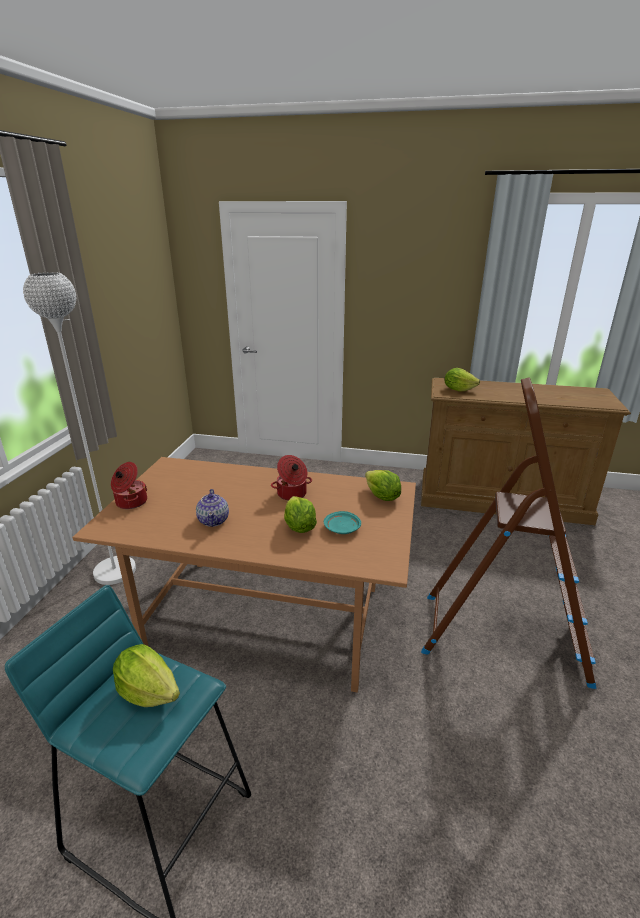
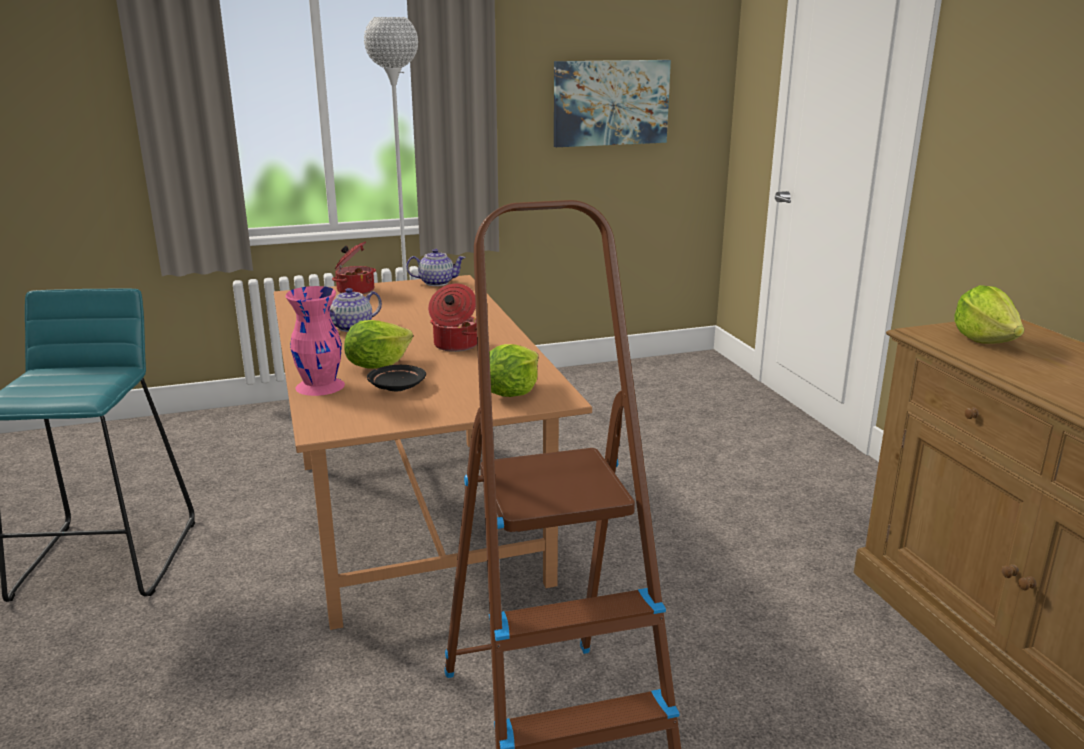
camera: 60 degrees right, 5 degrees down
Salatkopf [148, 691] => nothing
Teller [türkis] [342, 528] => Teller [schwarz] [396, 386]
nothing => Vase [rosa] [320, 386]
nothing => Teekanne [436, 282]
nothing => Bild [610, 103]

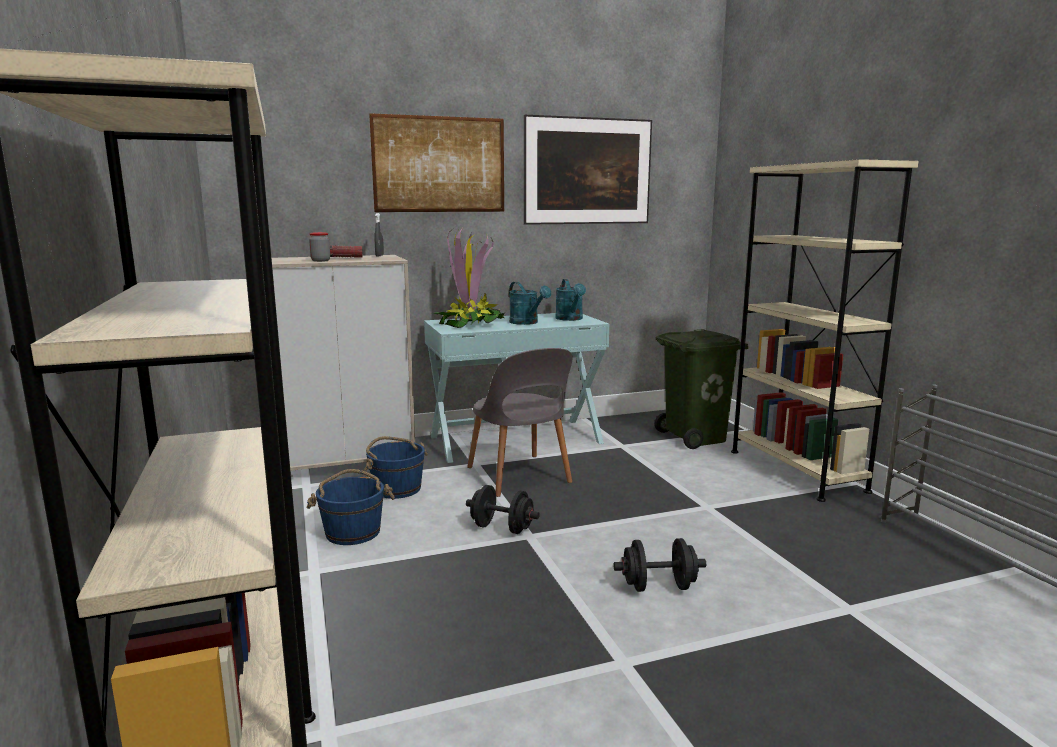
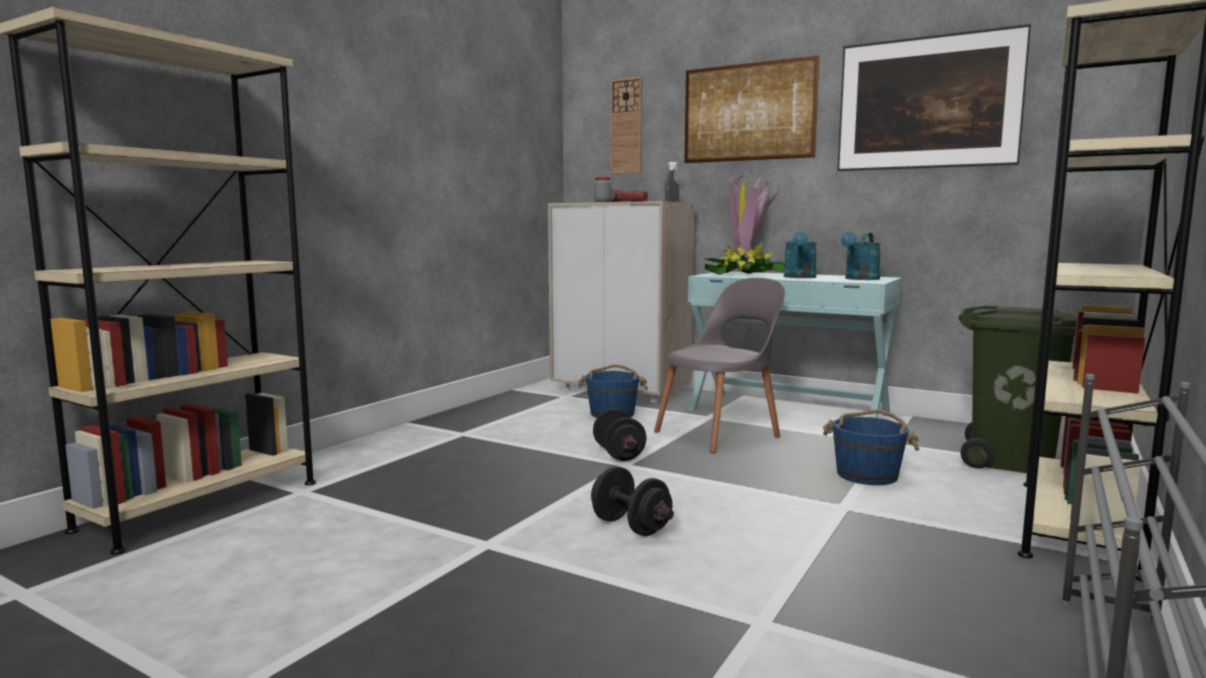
camera: 50 degrees right, 5 degrees down
Eimer [blau] [353, 532] => Eimer [blau] [867, 475], relocated
Stuhl [grau] [519, 477] => Stuhl [grau] [720, 433], 150 degrees counterclockwise
nothing => Wanduhr [626, 126]

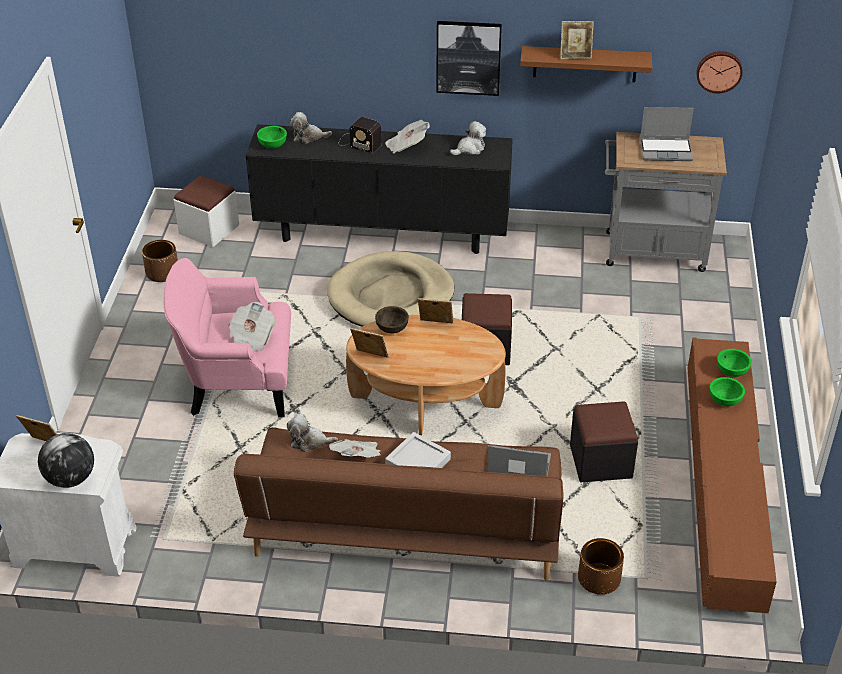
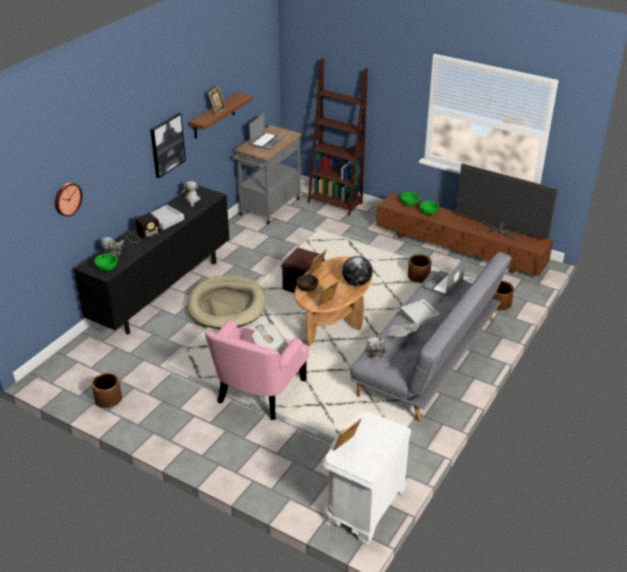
camera: 65 degrees left, 5 degrees down
Globus [70, 479] => Globus [357, 283], relocated
Polsterhocker [weiß] [209, 229] => nothing
Sofa [braun] [406, 527] => Sofa [grau] [429, 356]
Zeitung [406, 146] => Tablett [grau] [165, 220]
Polsterhocker [schwarz] [600, 461] => Pflanzkübel [braun] [418, 277]
Wanduhr [719, 71] => Wanduhr [67, 199], relocated
nothing => Bücherregal [braun] [335, 203]
nothing => Fernseher [500, 231]

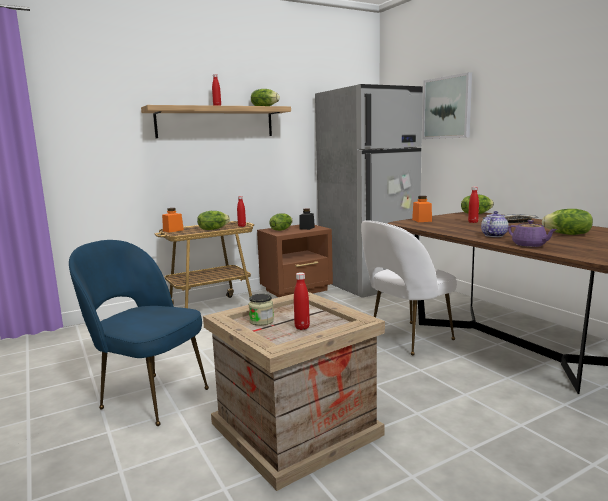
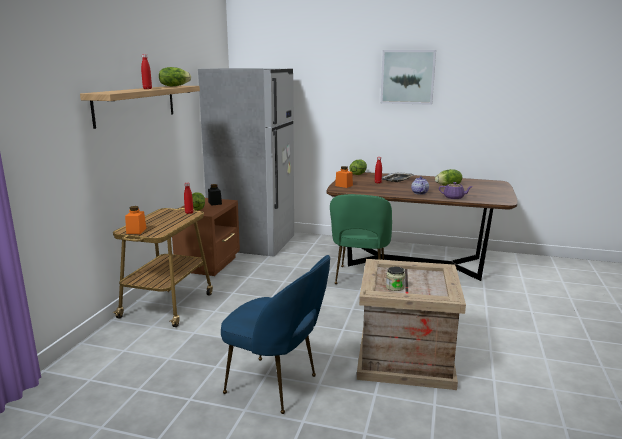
camera: 45 degrees left, 5 degrees up
Stuhl [blau] [149, 396] => Stuhl [blau] [277, 387], 135 degrees counterclockwise
Salatkopf [213, 229] => nothing
Flasche [rot] [302, 327] => nothing
Stuhl [weiß] [406, 339] => Stuhl [grün] [359, 279]
Bild [447, 107] => Bild [407, 77], relocated

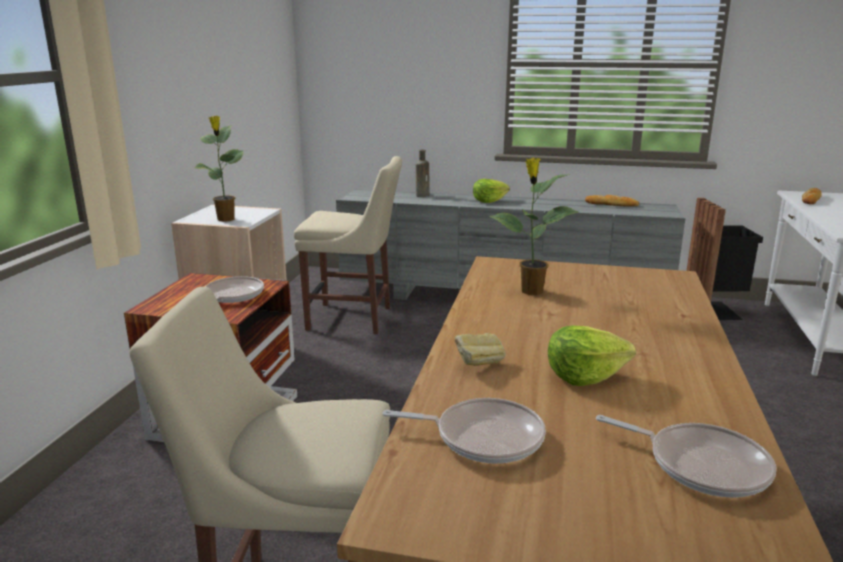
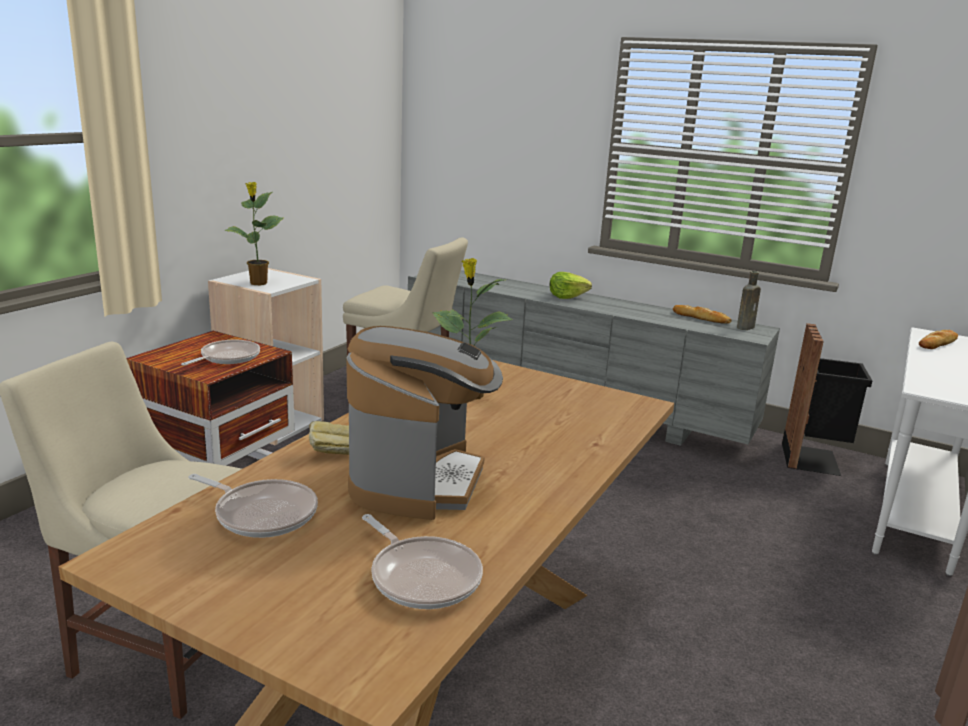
camera: 15 degrees right, 0 degrees up
Flasche [braun] [423, 195] => Flasche [braun] [746, 327], relocated
Salatkopf [584, 375] => Kaffeemaschine [419, 481]

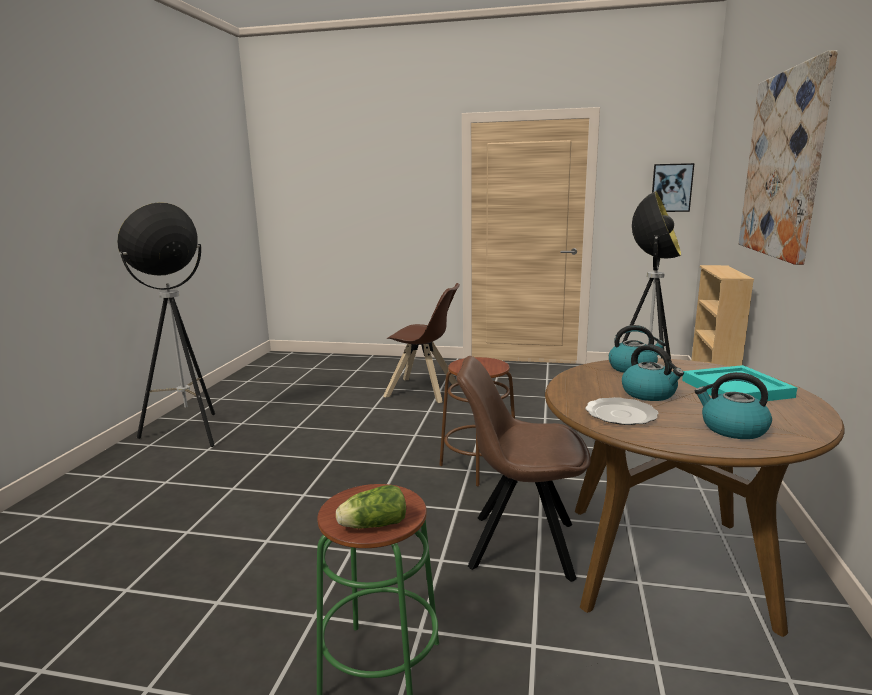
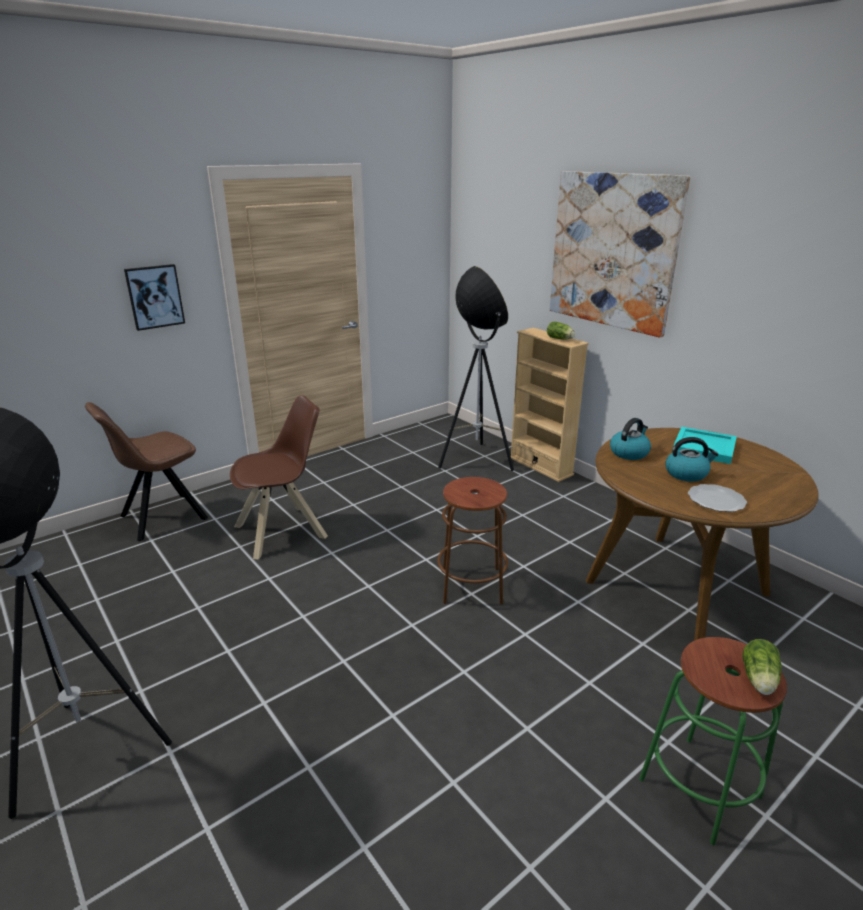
camera: 50 degrees left, 10 degrees up
Stuhl [braun] [521, 546] => Stuhl [braun] [163, 517], relocated
Bild [671, 188] => Bild [155, 296], relocated
Wasserkessel [732, 429] => nothing
nothing => Salatkopf [560, 339]

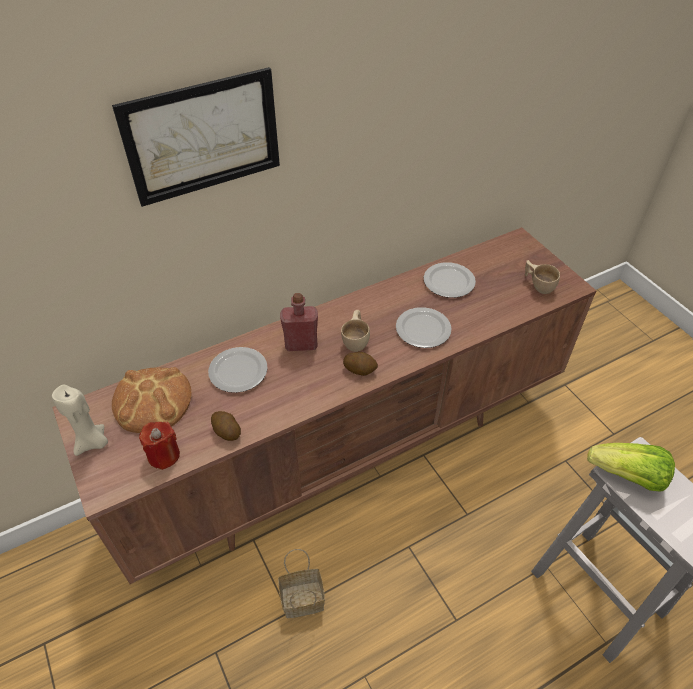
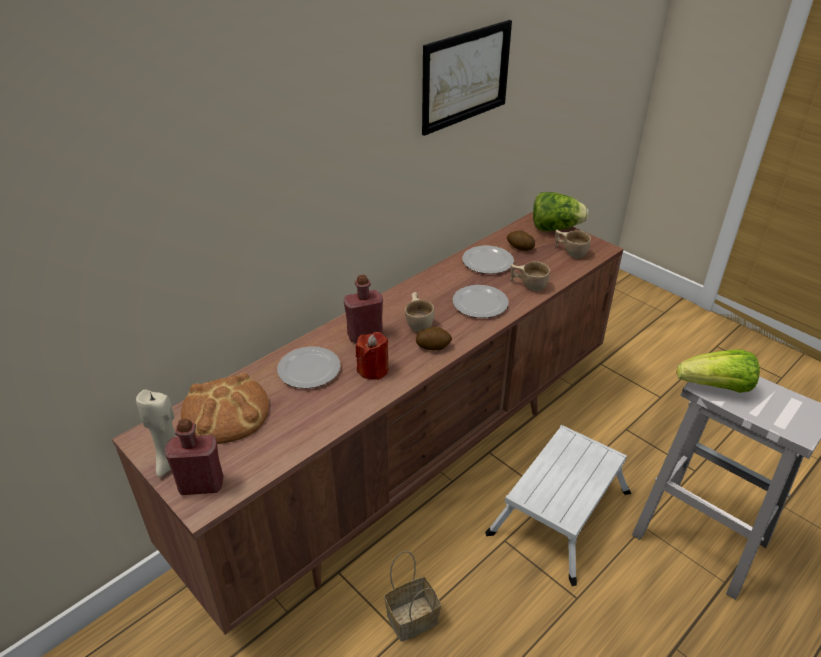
camera: 15 degrees left, 10 degrees down
Bild [203, 137] => Bild [466, 76], relocated
Kerze [rot] [164, 455] => Kerze [rot] [373, 370], relocated
Kartoffel [226, 431] => Kartoffel [519, 248], relocated
nothing => Flasche [rot] [201, 485]
nothing => Trittleiter [weiß] [560, 512]
nothing => Tasse [beige] [528, 285]
nothing => Salatkopf [555, 228]

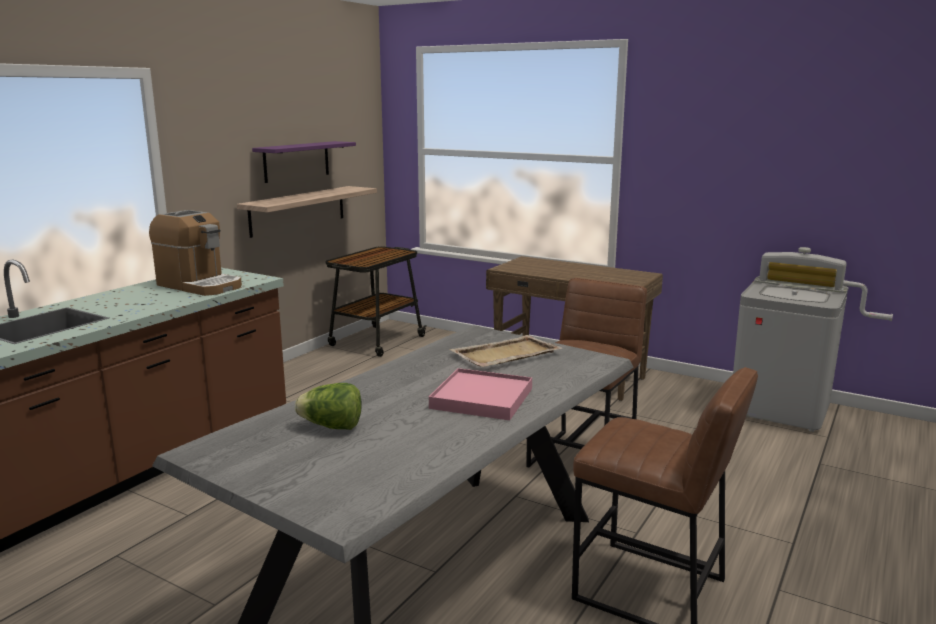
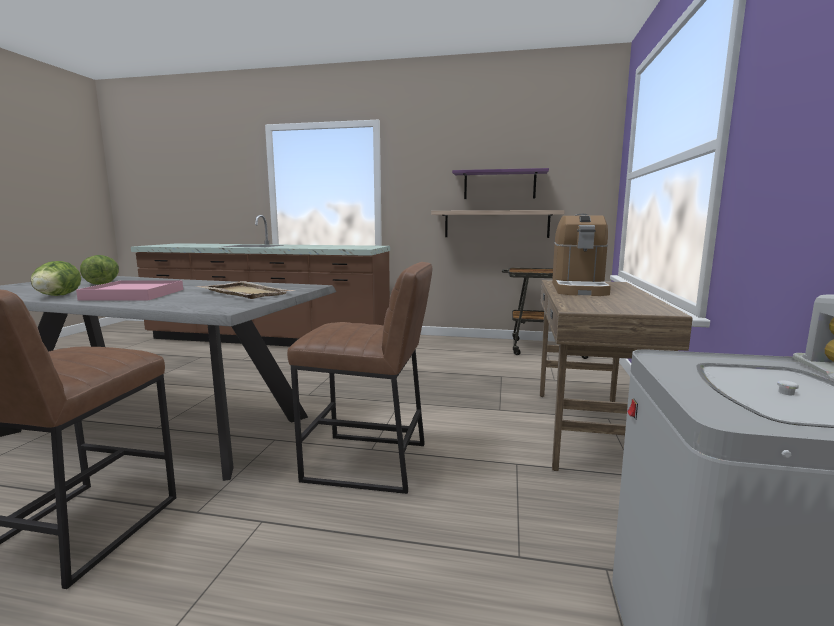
camera: 70 degrees right, 5 degrees down
Kaffeemaschine [199, 285] => Kaffeemaschine [578, 289], relocated
nothing => Salatkopf [57, 296]

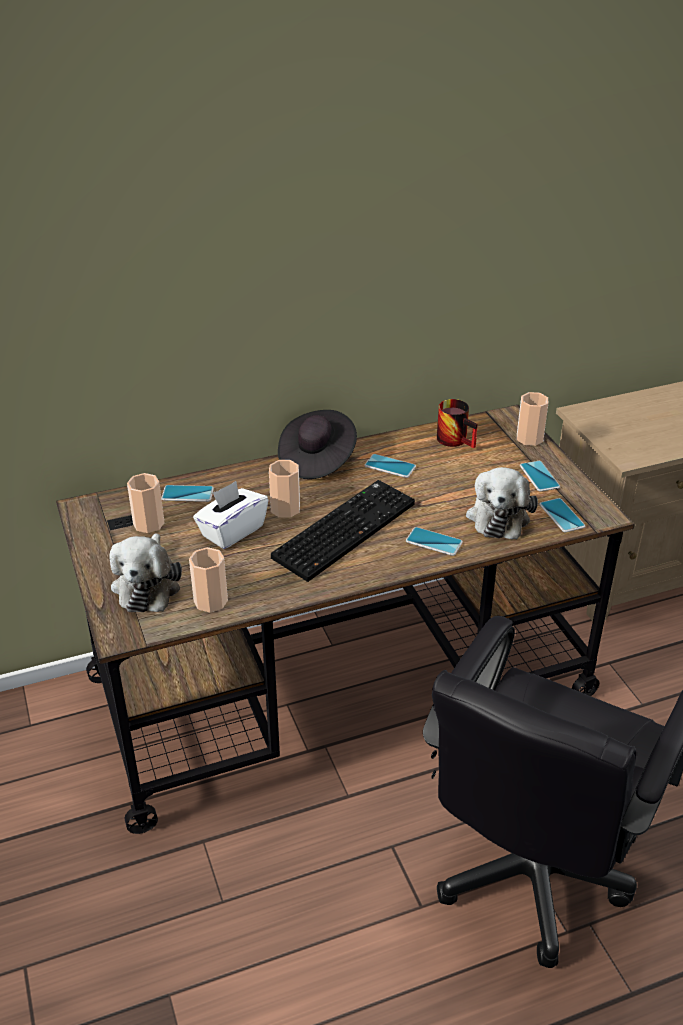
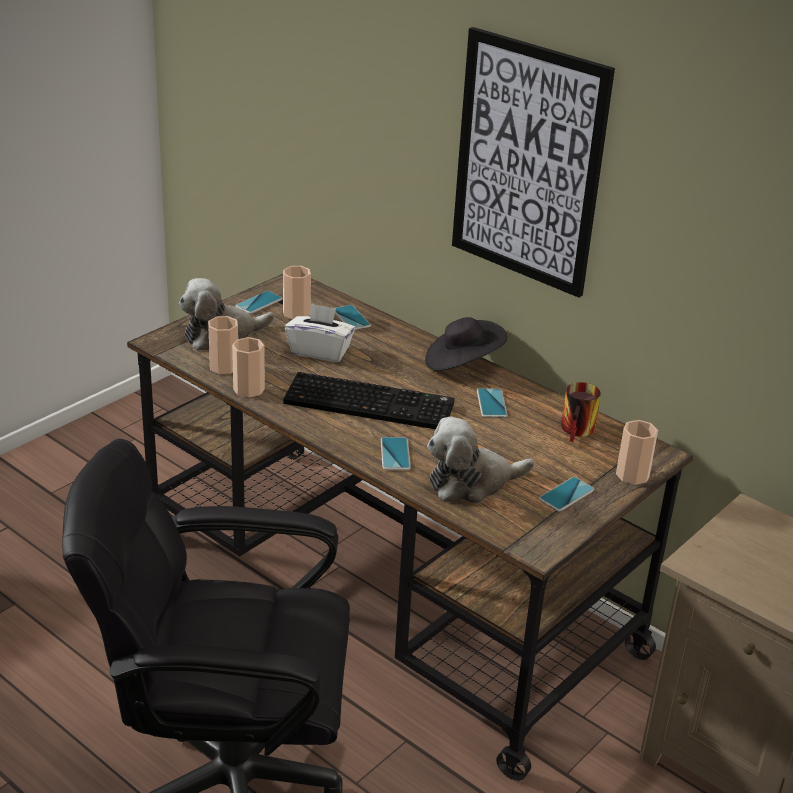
camera: 60 degrees right, 5 degrees down
Tasse [285, 509] => Tasse [249, 389], relocated
Handy [561, 516] => Handy [259, 303], relocated
nothing => Bild [528, 163]

